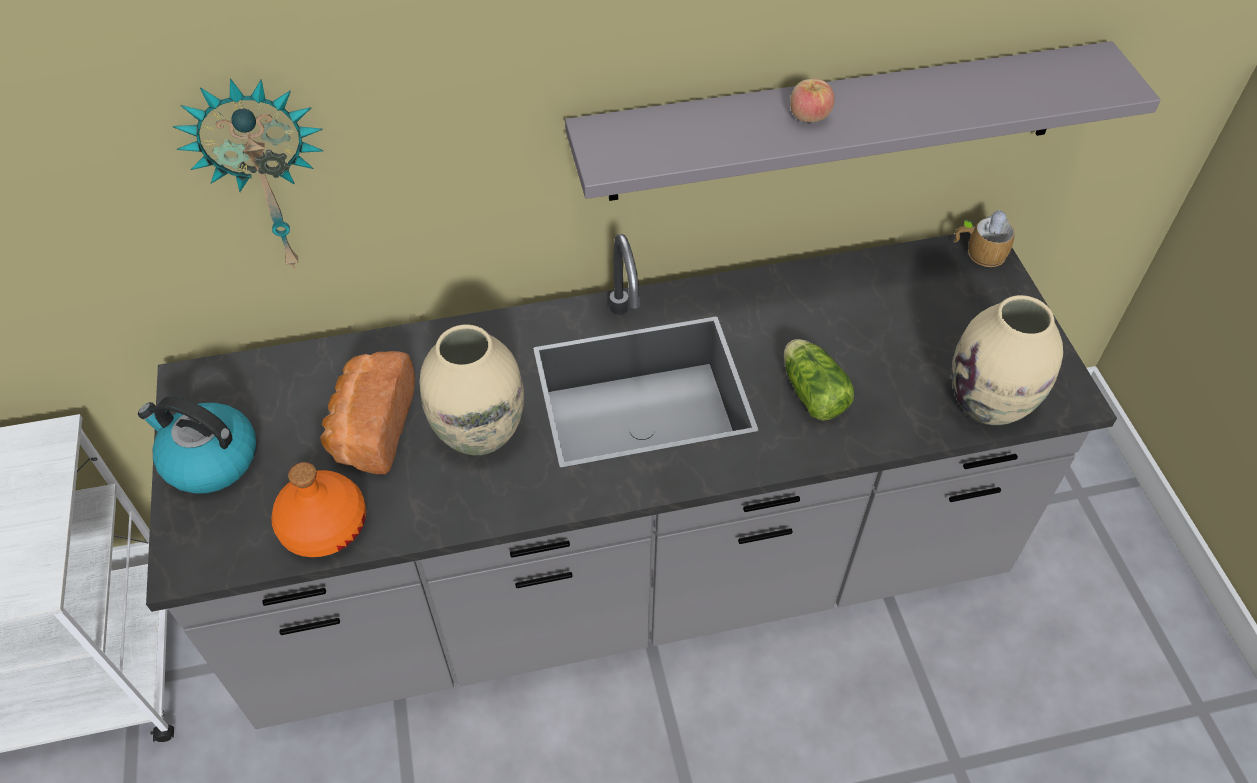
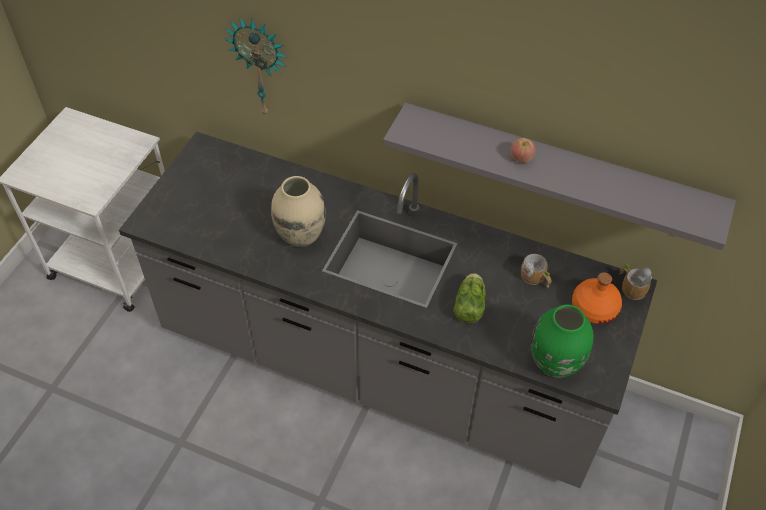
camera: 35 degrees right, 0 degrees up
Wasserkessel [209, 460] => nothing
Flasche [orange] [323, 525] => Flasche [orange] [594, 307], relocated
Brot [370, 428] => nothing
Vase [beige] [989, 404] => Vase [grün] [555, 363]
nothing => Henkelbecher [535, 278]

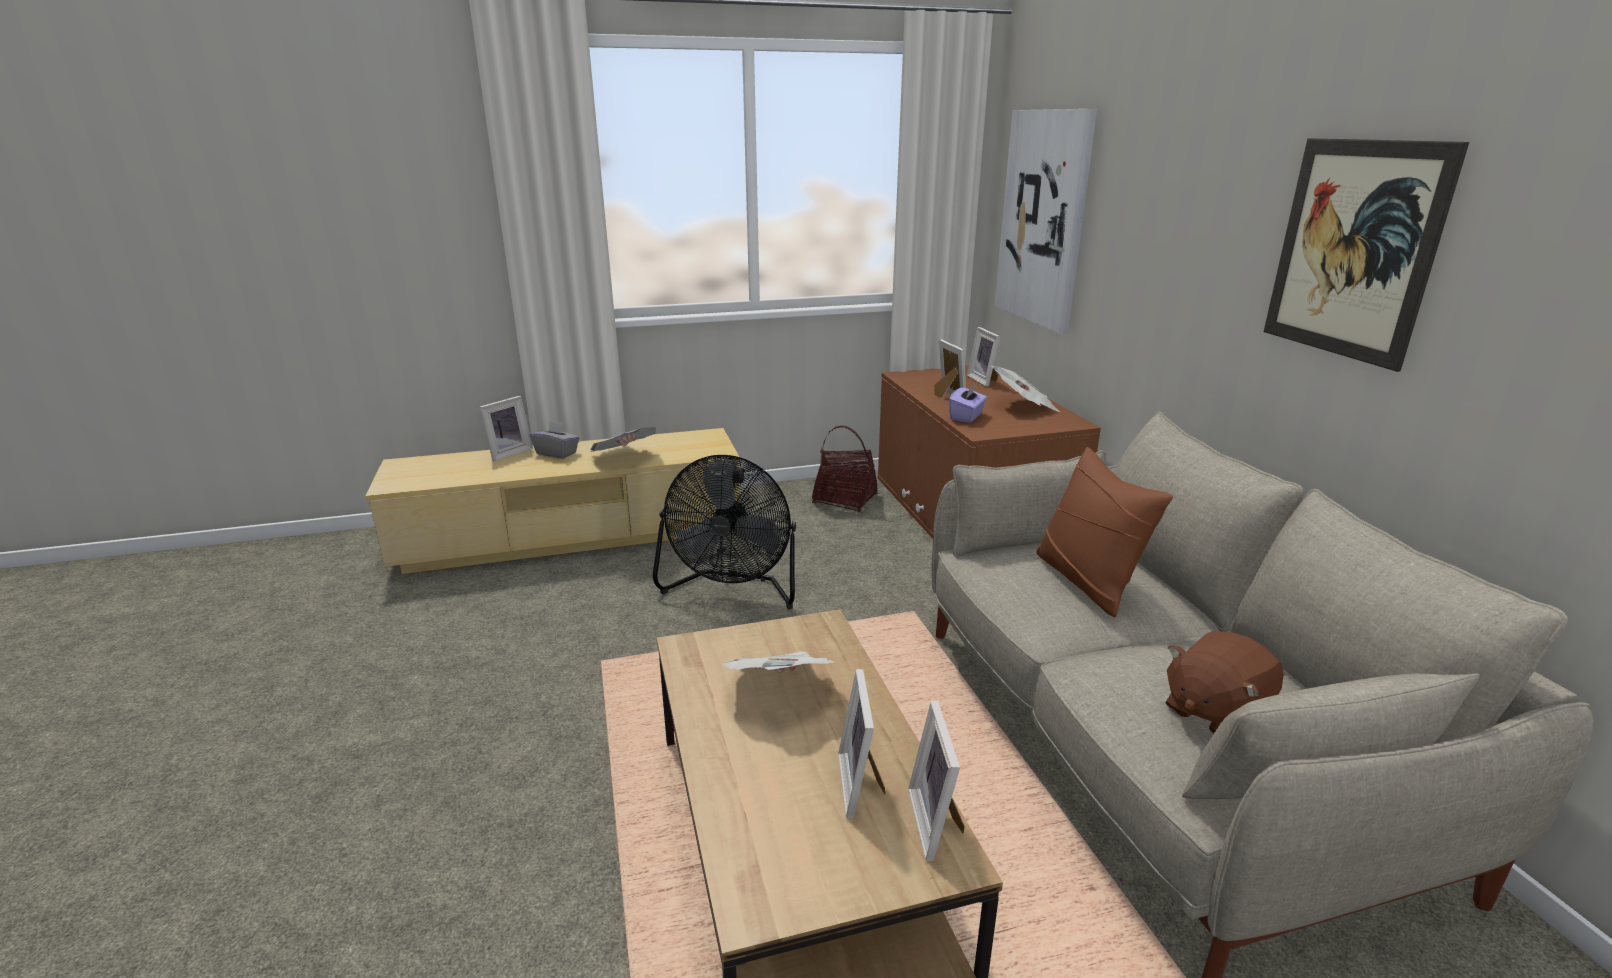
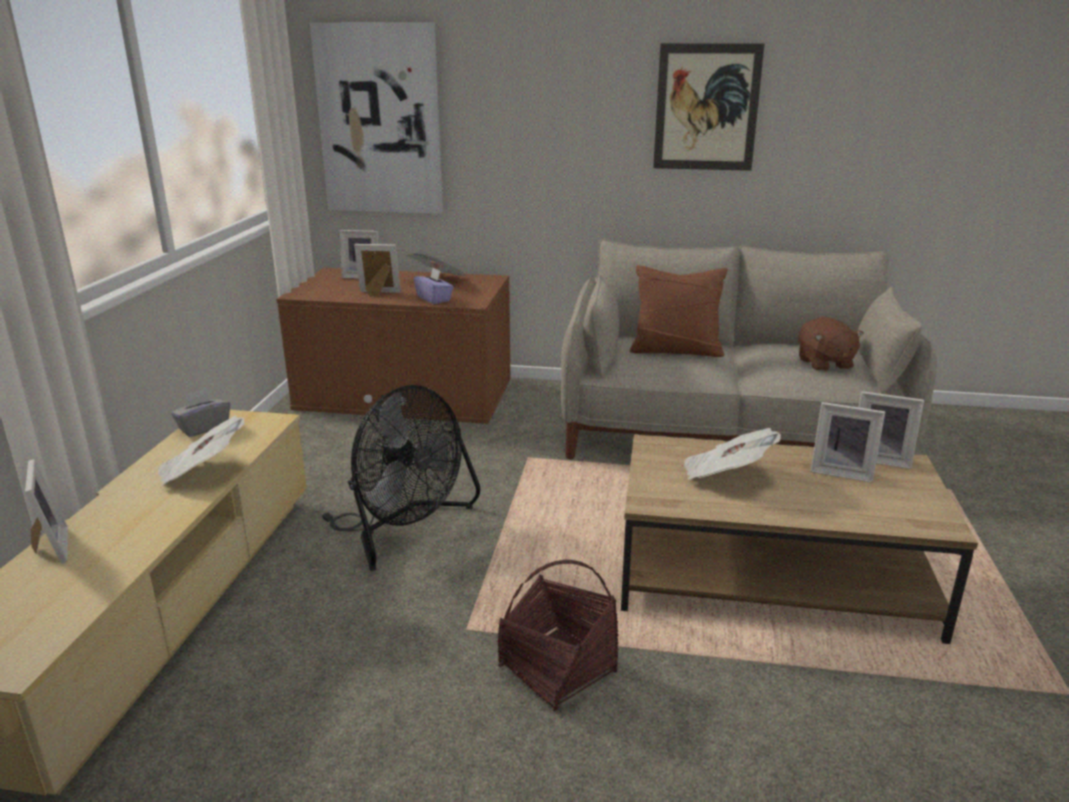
camera: 65 degrees left, 0 degrees up
Taschentuchbox [grau] [557, 453] => Taschentuchbox [grau] [204, 428], relocated
Korb [845, 499] => Korb [558, 669], relocated

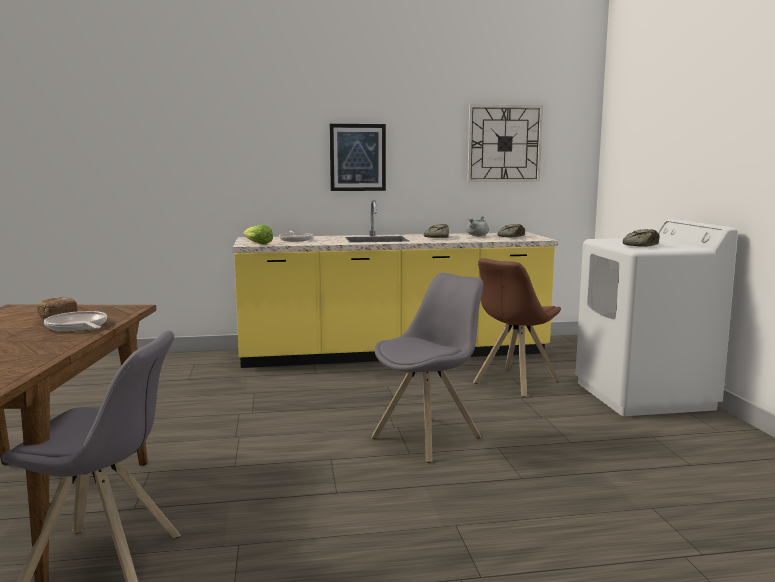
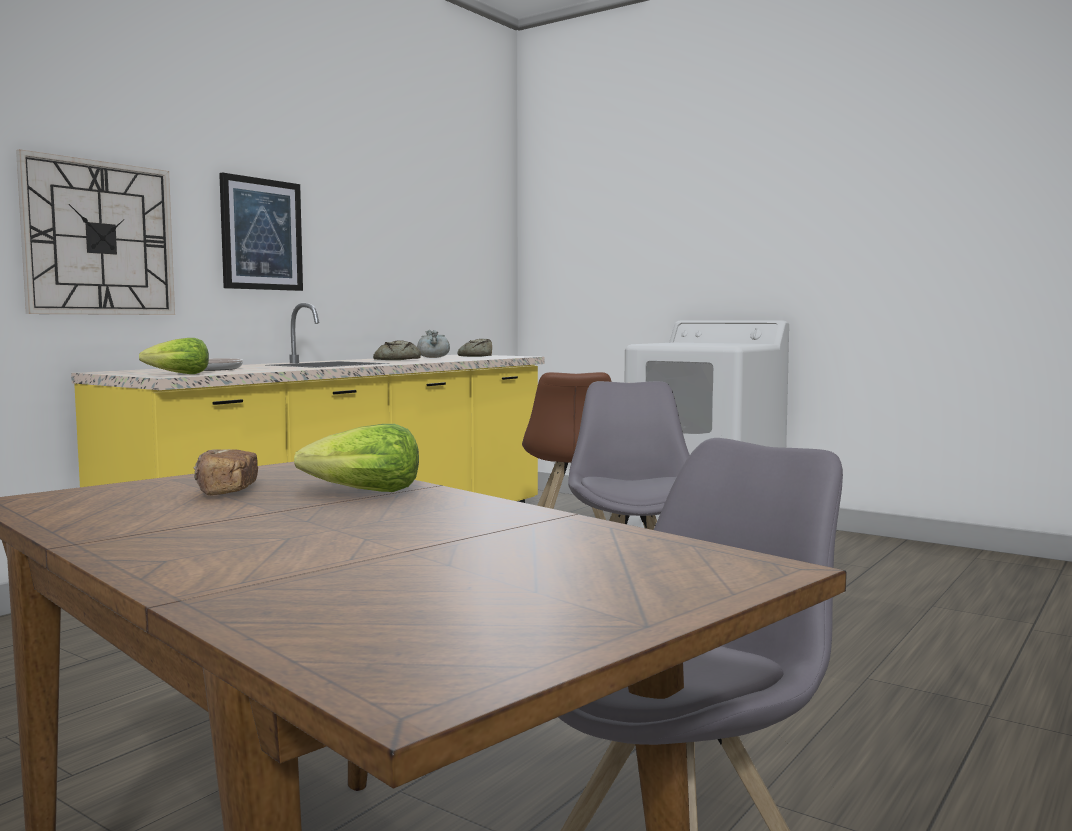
camera: 45 degrees left, 5 degrees down
Pfanne [78, 327] => Salatkopf [363, 493]
Wanduhr [504, 143] => Wanduhr [99, 238], relocated
Brot [640, 245] => nothing

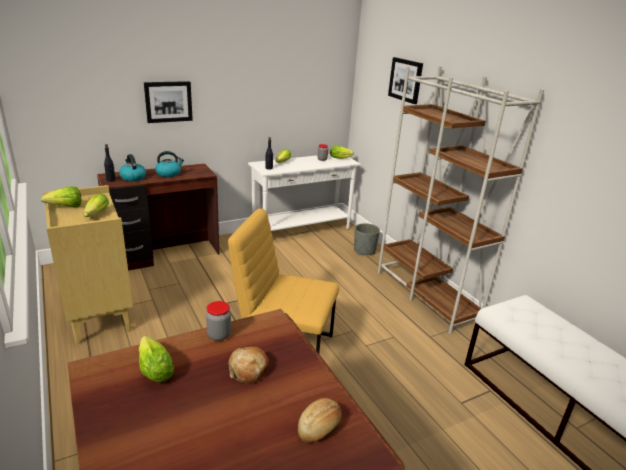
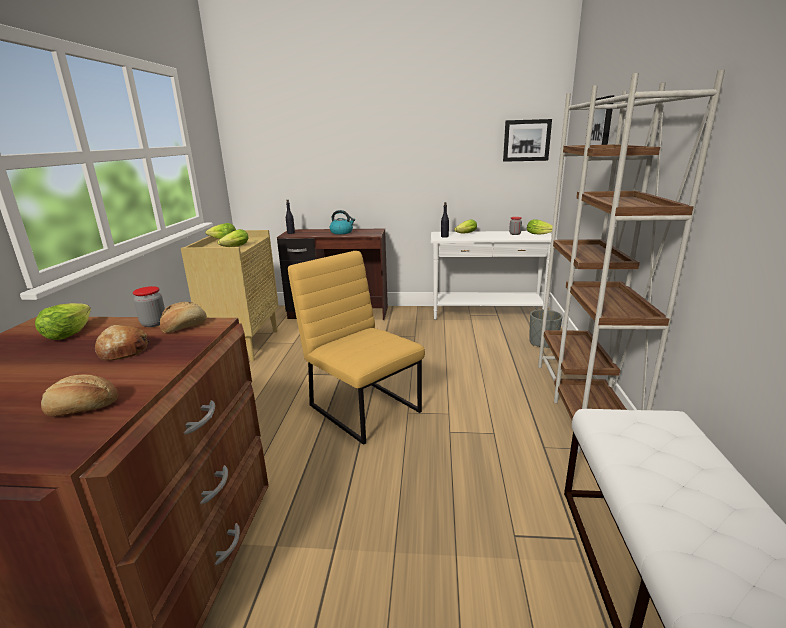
camera: 35 degrees right, 5 degrees down
Wasserkessel [133, 177] => nothing
Bild [168, 101] => Bild [526, 140], relocated
nothing => Brot [184, 327]

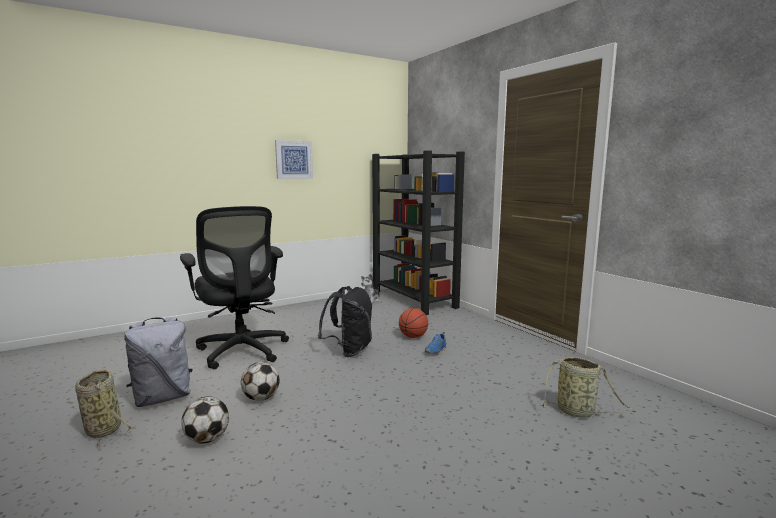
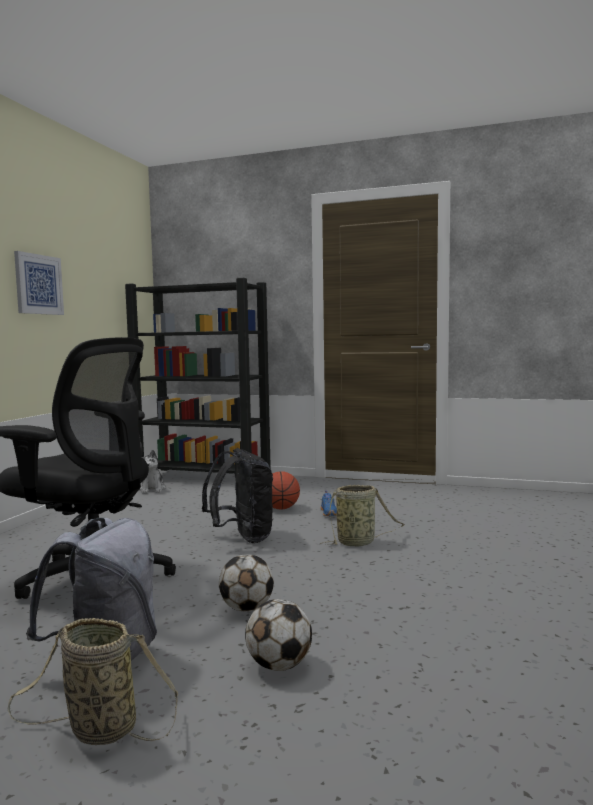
camera: 40 degrees left, 5 degrees down
Korb [578, 412] => Korb [358, 542], relocated

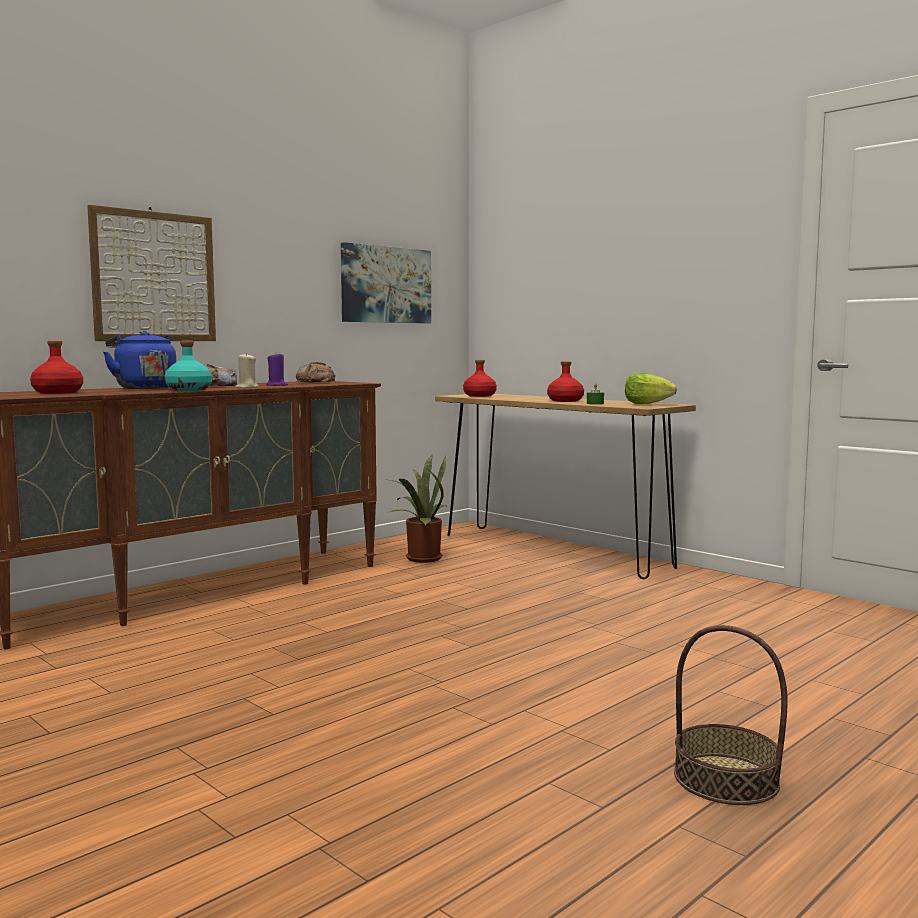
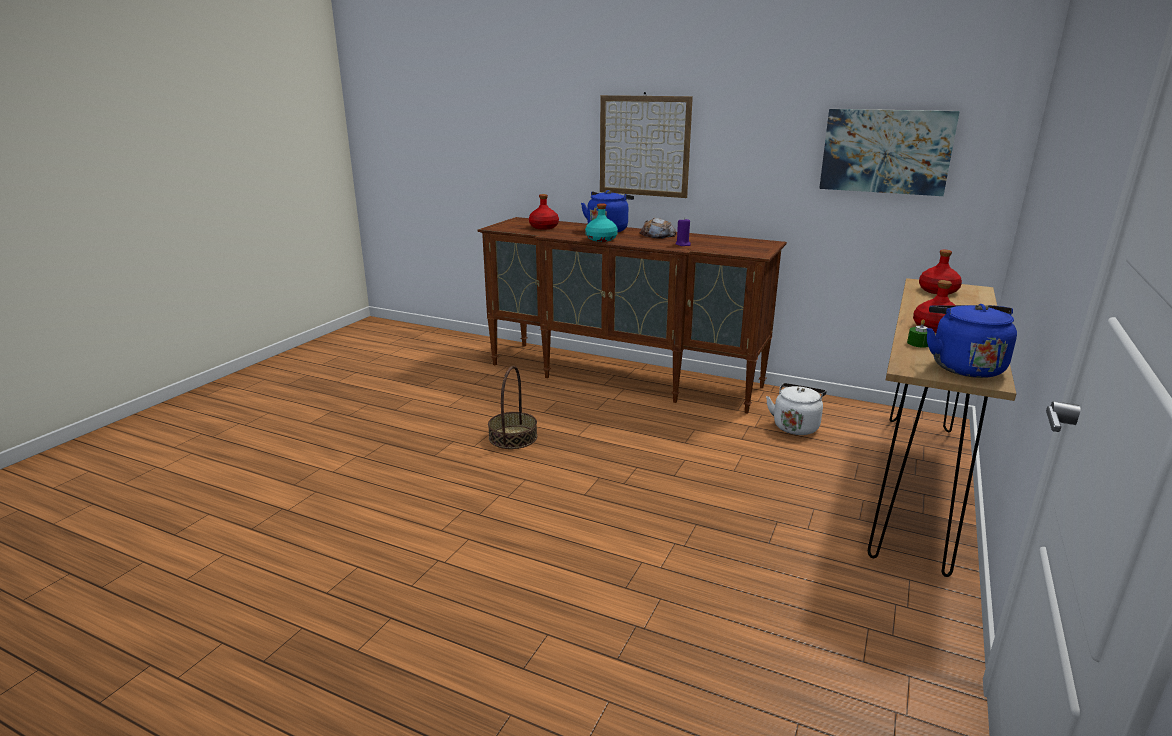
camera: 70 degrees right, 15 degrees up
Kerze [beige] [247, 387] => nothing
Brot [316, 382] => nothing
Topfpflanze [420, 558] => Wasserkessel [weiß] [795, 426]
Salatkopf [646, 404] => Wasserkessel [blau] [963, 367]
Korb [725, 779] => Korb [513, 437], relocated

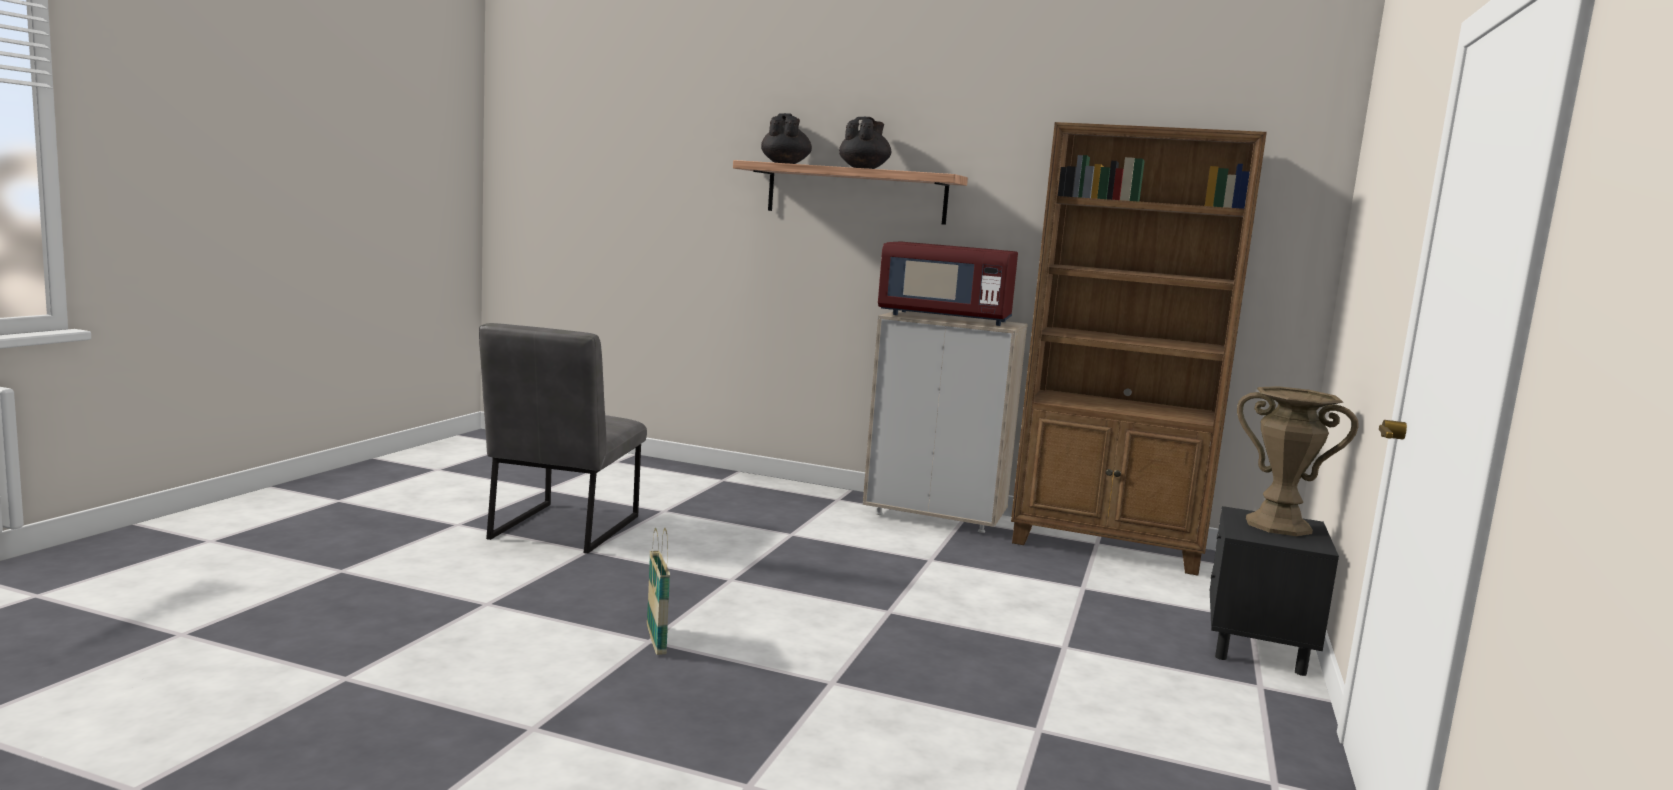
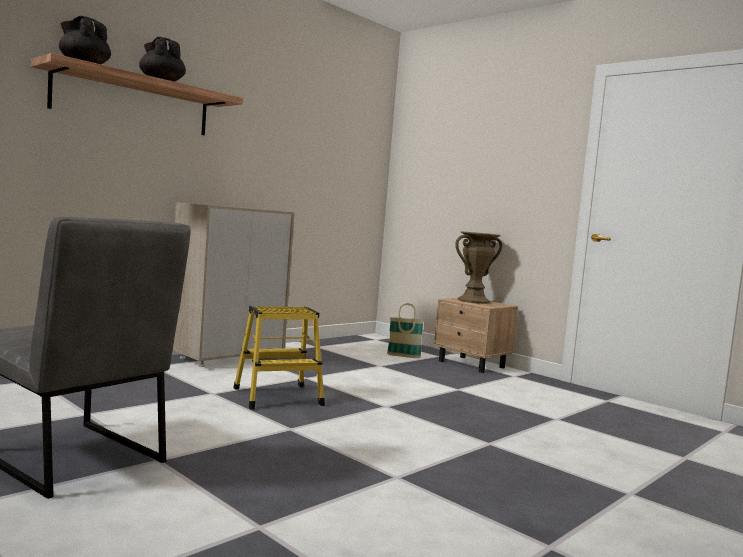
camera: 65 degrees left, 5 degrees down
Korb [656, 640] => Korb [403, 356], relocated
Mikrowelle [rot] [945, 318] => nothing
Bücherregal [braun] [1107, 547] => nothing
Nachttisch [schwarz] [1257, 647] => Nachttisch [beige] [472, 364]
nothing => Trittleiter [gelb] [278, 396]

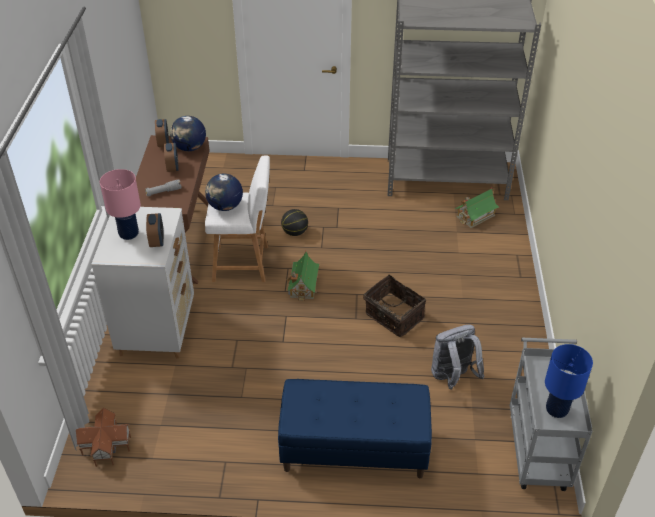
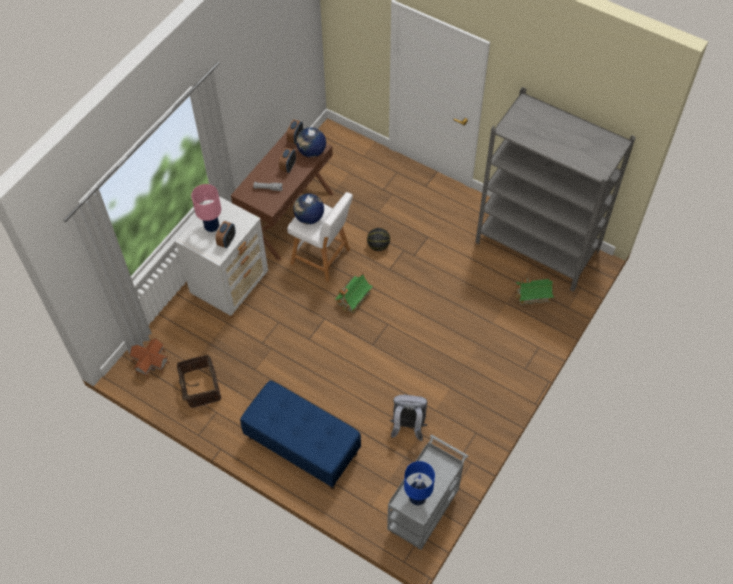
camera: 30 degrees right, 15 degrees up
Korb [393, 317] => Korb [200, 387], relocated

